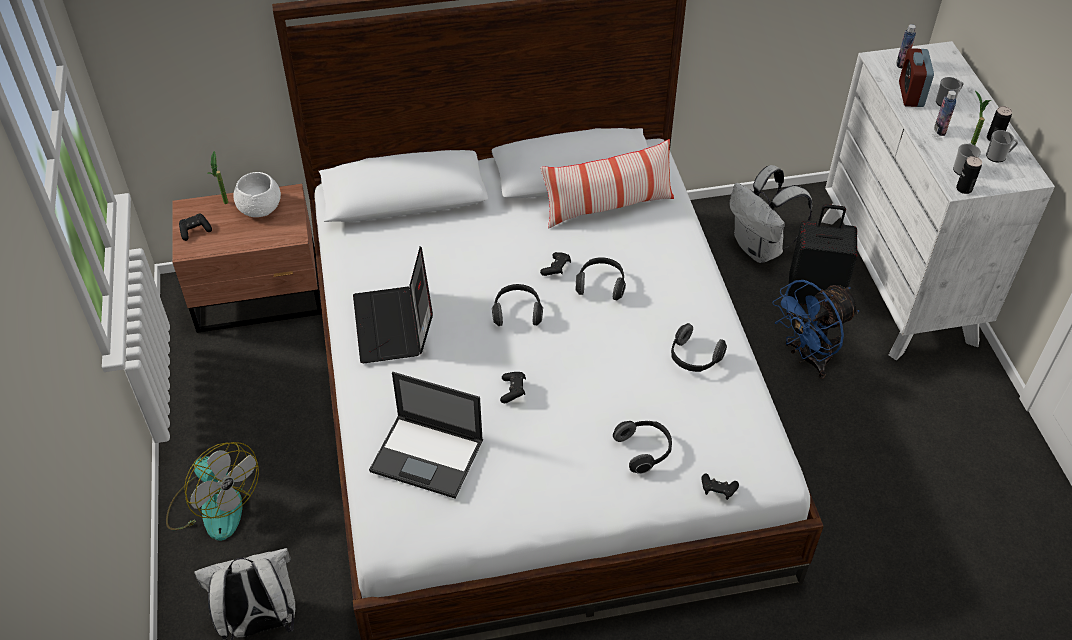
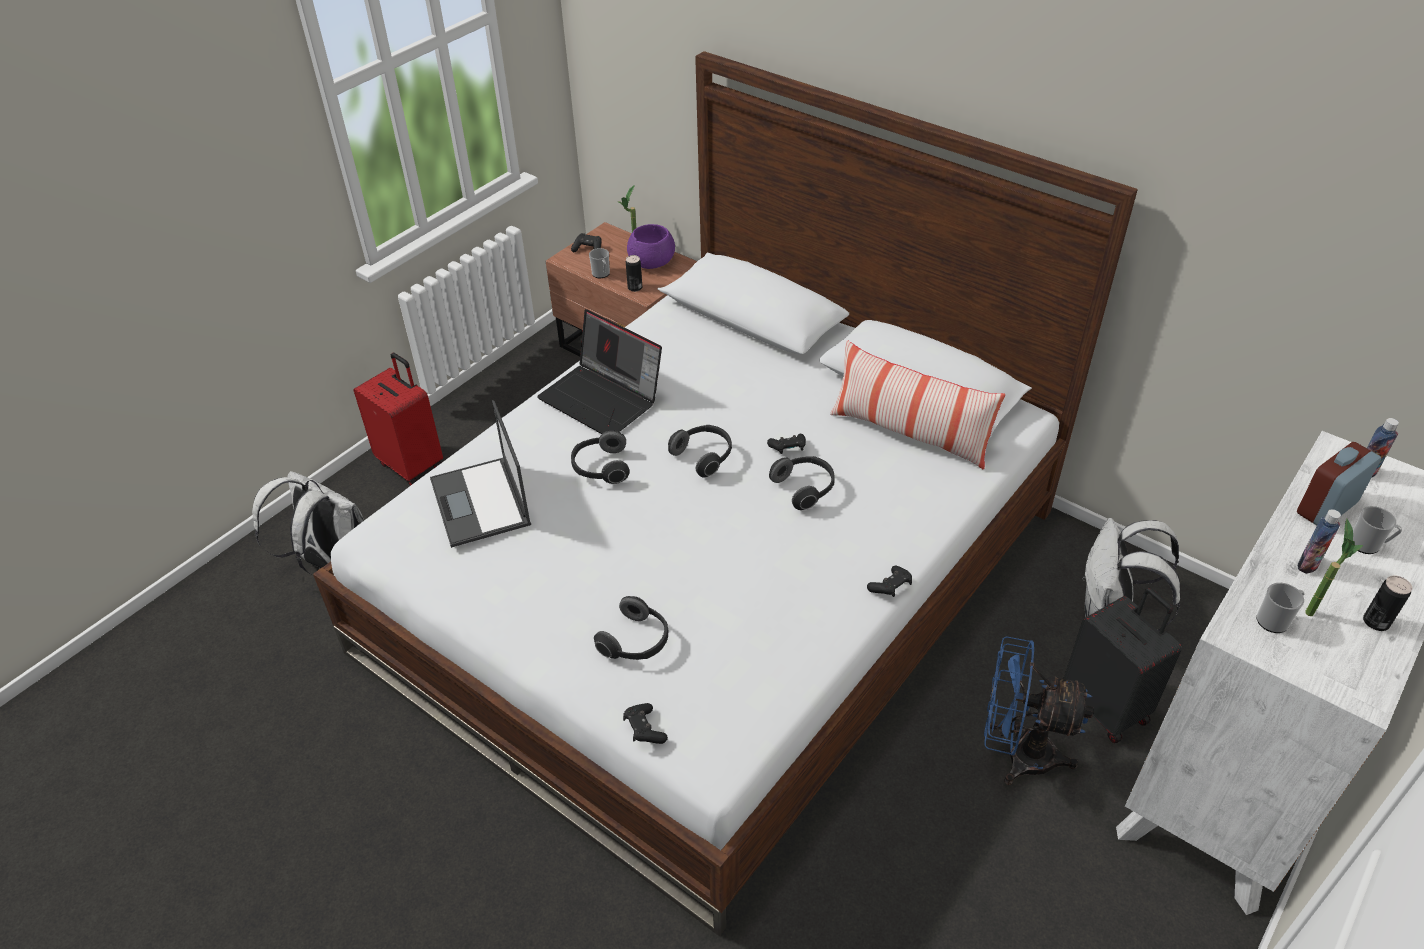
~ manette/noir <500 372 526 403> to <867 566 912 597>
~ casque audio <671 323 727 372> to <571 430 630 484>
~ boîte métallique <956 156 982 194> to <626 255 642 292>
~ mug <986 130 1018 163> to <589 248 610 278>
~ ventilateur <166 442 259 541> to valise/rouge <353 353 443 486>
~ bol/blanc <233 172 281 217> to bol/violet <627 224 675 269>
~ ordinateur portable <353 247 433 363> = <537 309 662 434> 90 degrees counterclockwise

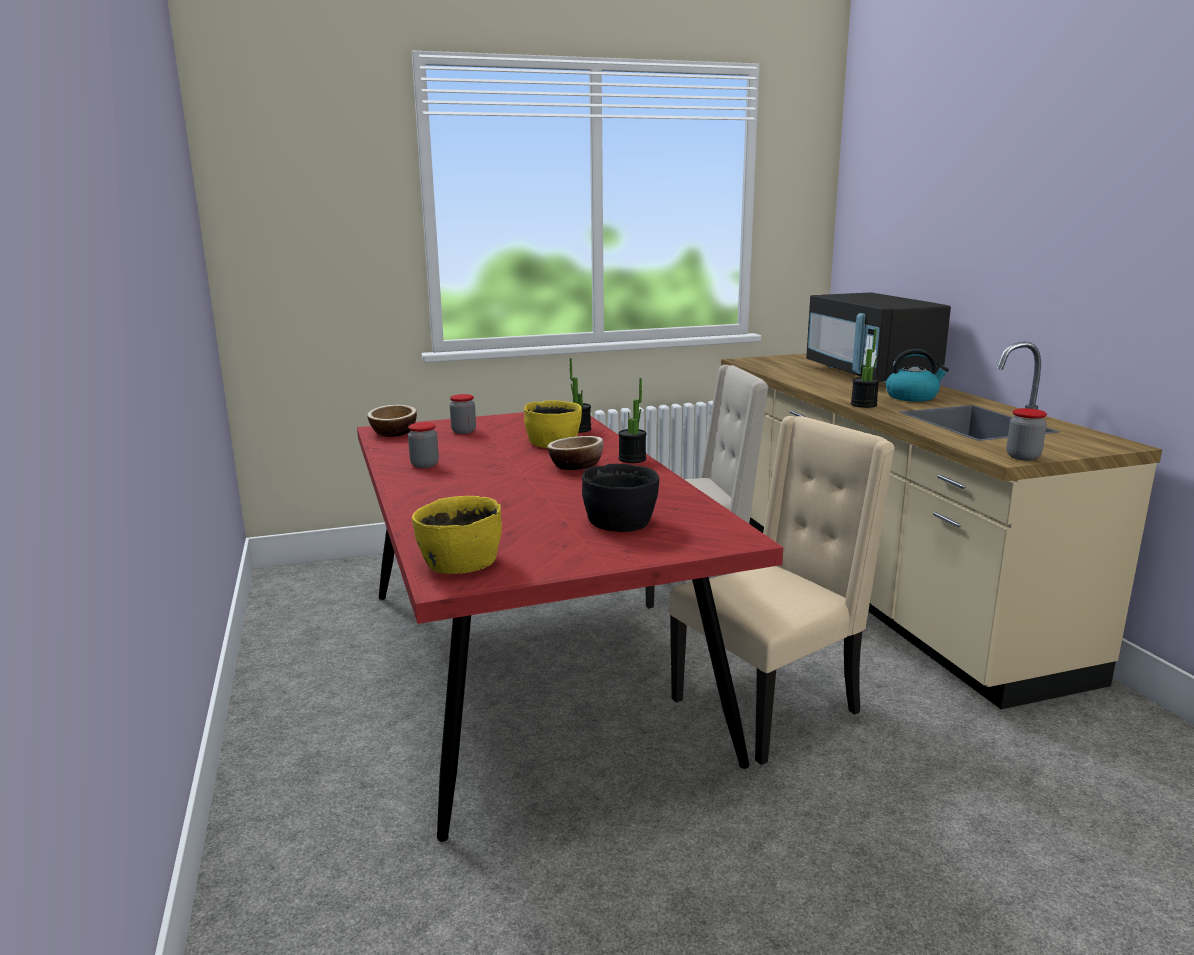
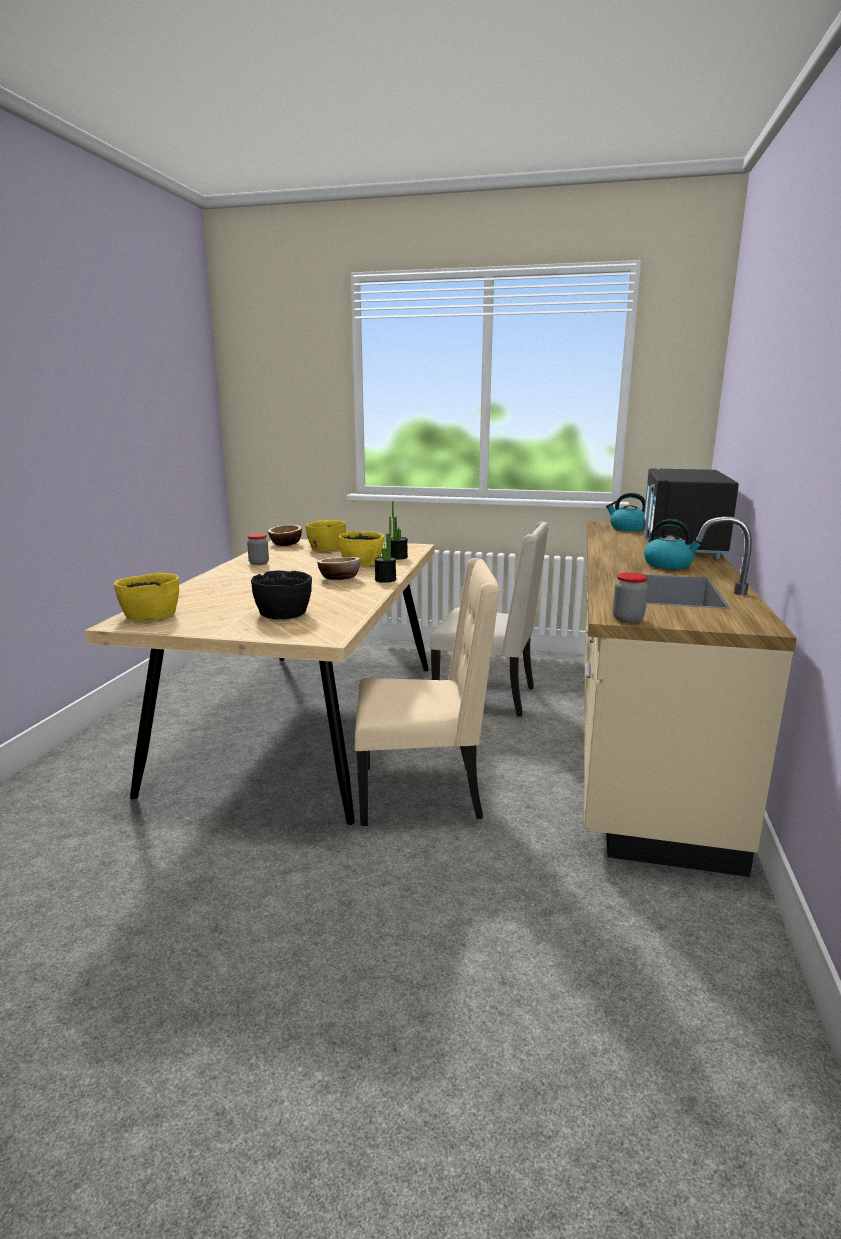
- plante en pot <851 329 879 408>
+ bouilloire <606 493 645 531>
~ bocal <450 394 476 434> to bol/jaune <305 520 346 551>
~ table à manger/rouge <357 412 783 842> to table à manger/beige <84 539 435 825>

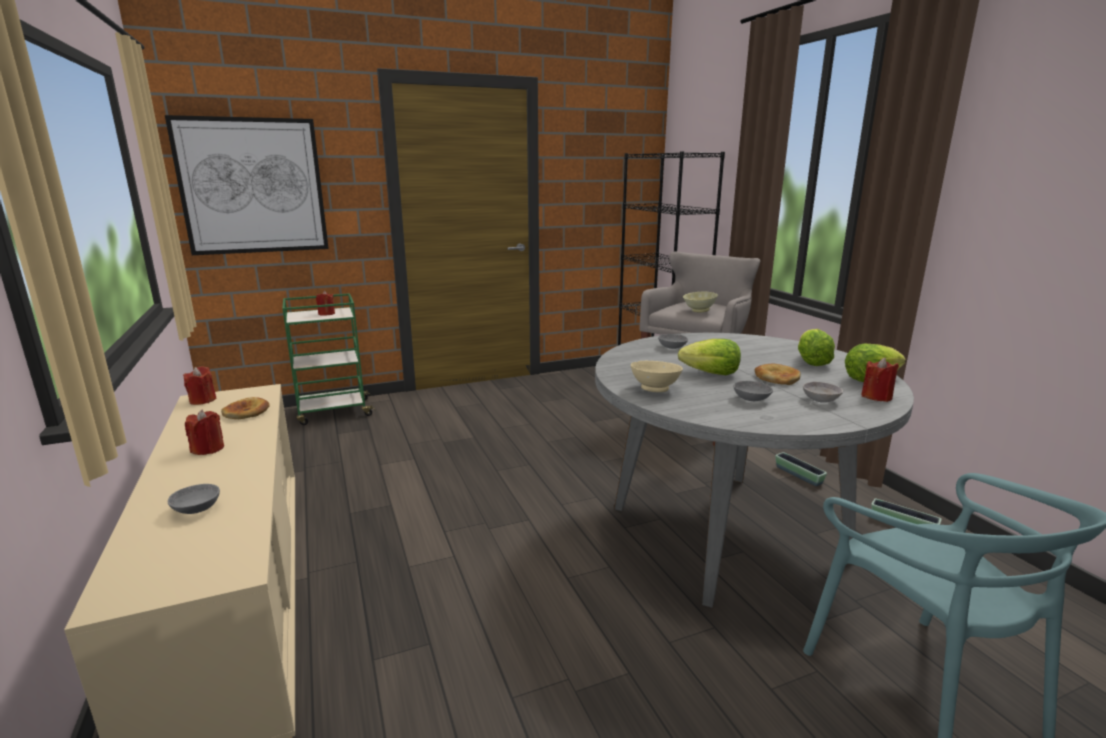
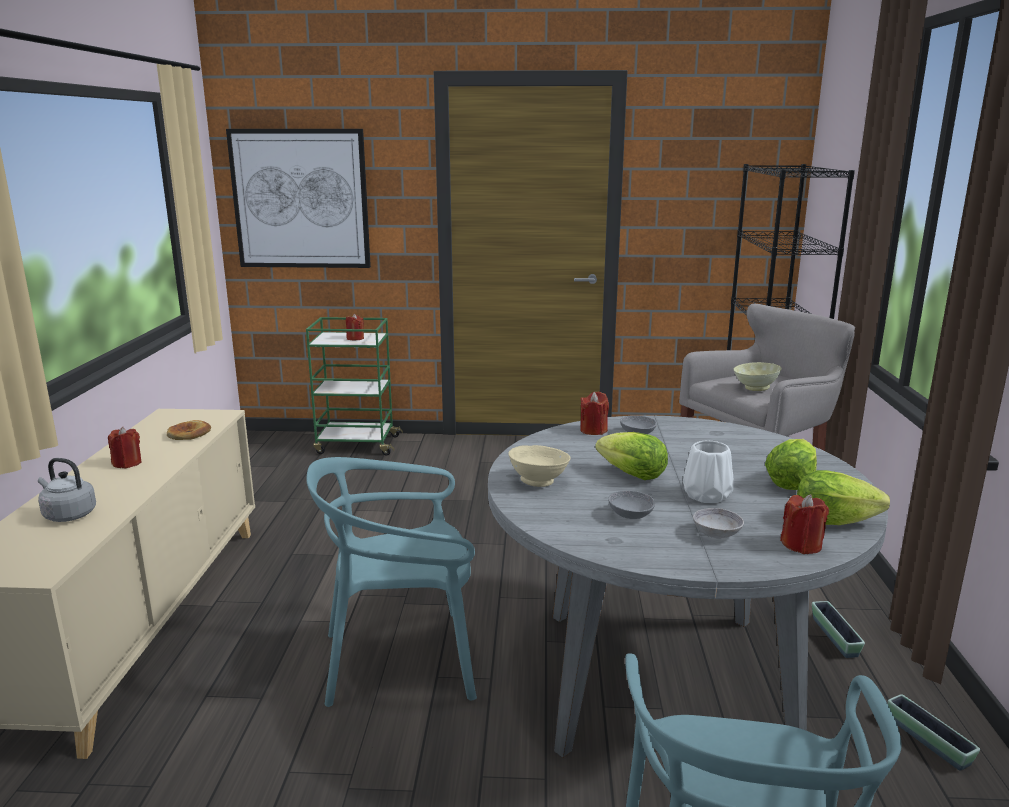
+ chaise/turquoise <306 457 477 707>
~ bougie/rouge <183 366 216 405> to <580 392 609 435>
~ bol/gris <167 484 220 514> to bouilloire/gris <38 458 96 522>
~ pain <754 364 801 385> to vase/blanc <683 441 733 503>

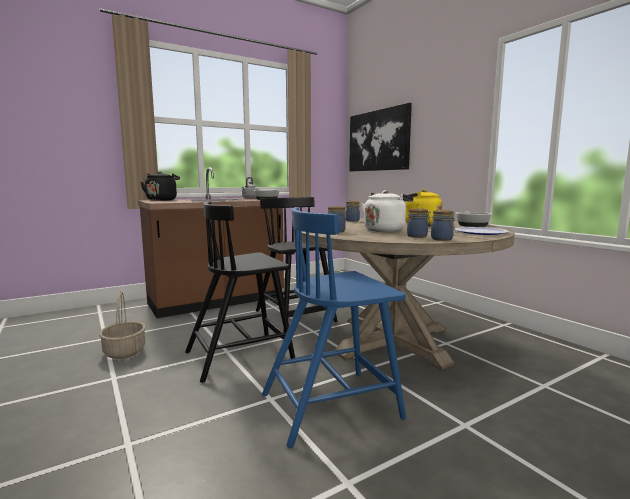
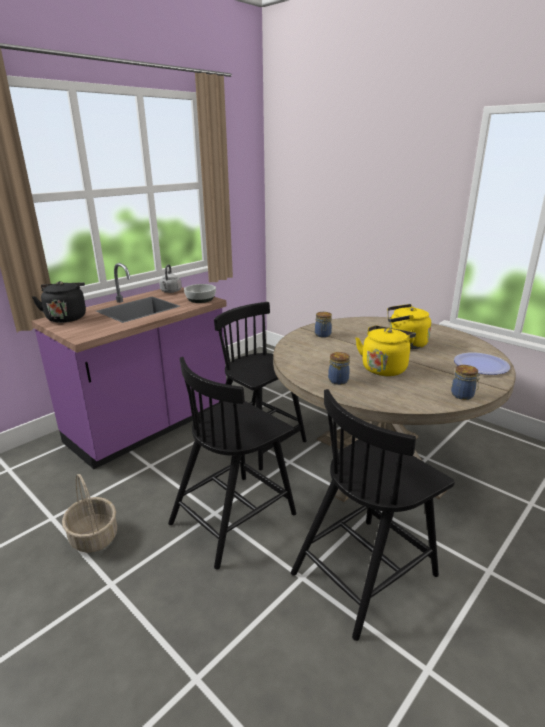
- tableau <349 103 412 171>
- bocal <407 208 431 238>
- bol <456 212 492 227>
~ comptoir de cuisine/marron <138 167 284 318> to comptoir de cuisine/violet <31 263 227 469>
~ chaise/bleu <262 207 406 448> to chaise/noir <291 389 455 641>
~ bouilloire/blanc <361 190 414 232> to bouilloire/jaune <355 326 416 376>

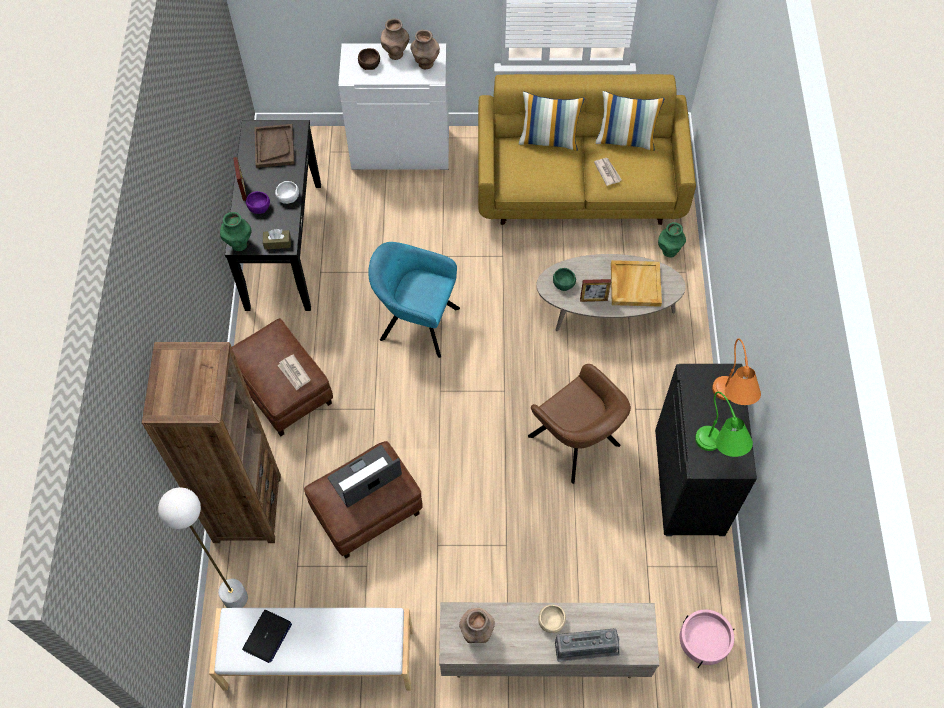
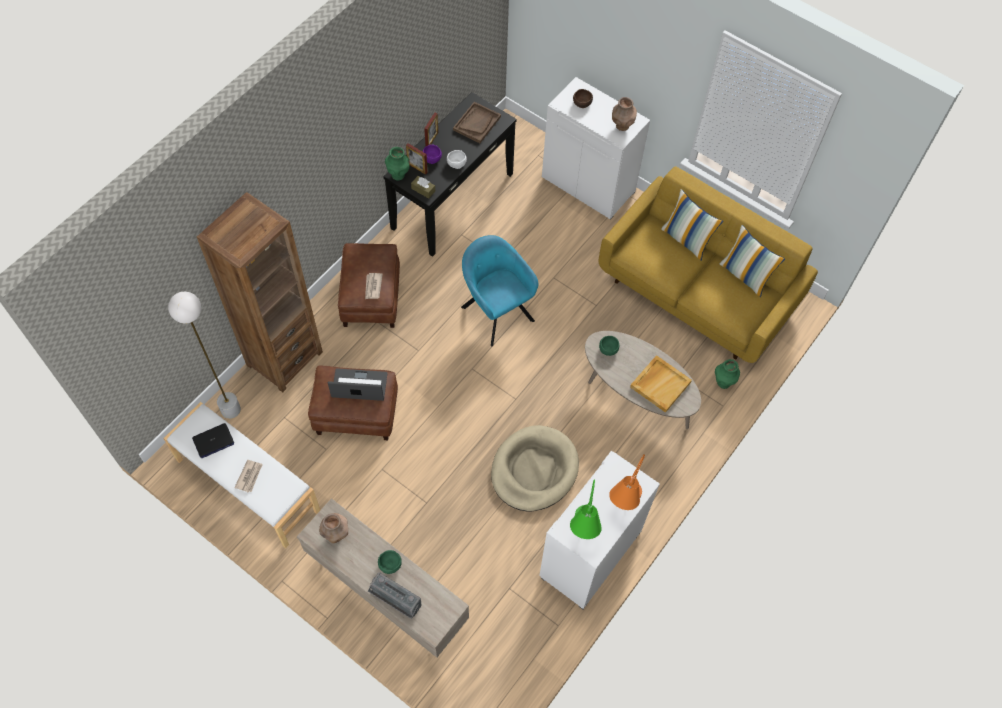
- vase/marron <381 18 409 60>
- cache-pot/rose <680 609 734 668>
~ cadre photo <580 279 611 302> to <406 143 428 175>
~ journal <594 158 622 186> to <234 460 263 492>
~ fauteuil/marron <528 364 631 484> to panier pour chien/beige <491 425 579 511>
~ bol/beige <538 605 566 633> to bol/vert <378 550 402 574>
~ meuble de rangement/noir <655 364 757 536> to meuble de rangement/blanc <539 451 660 609>

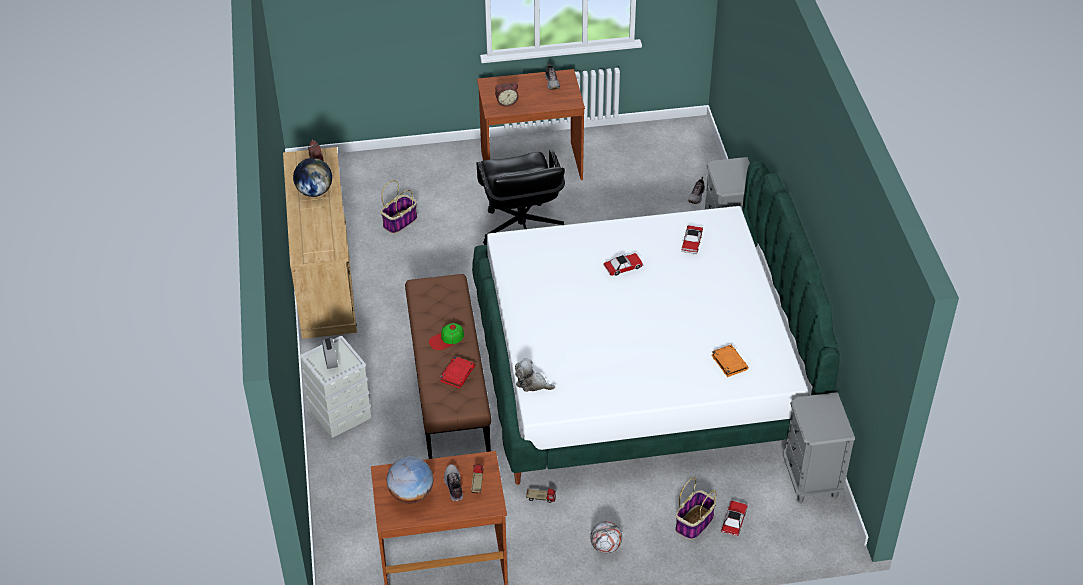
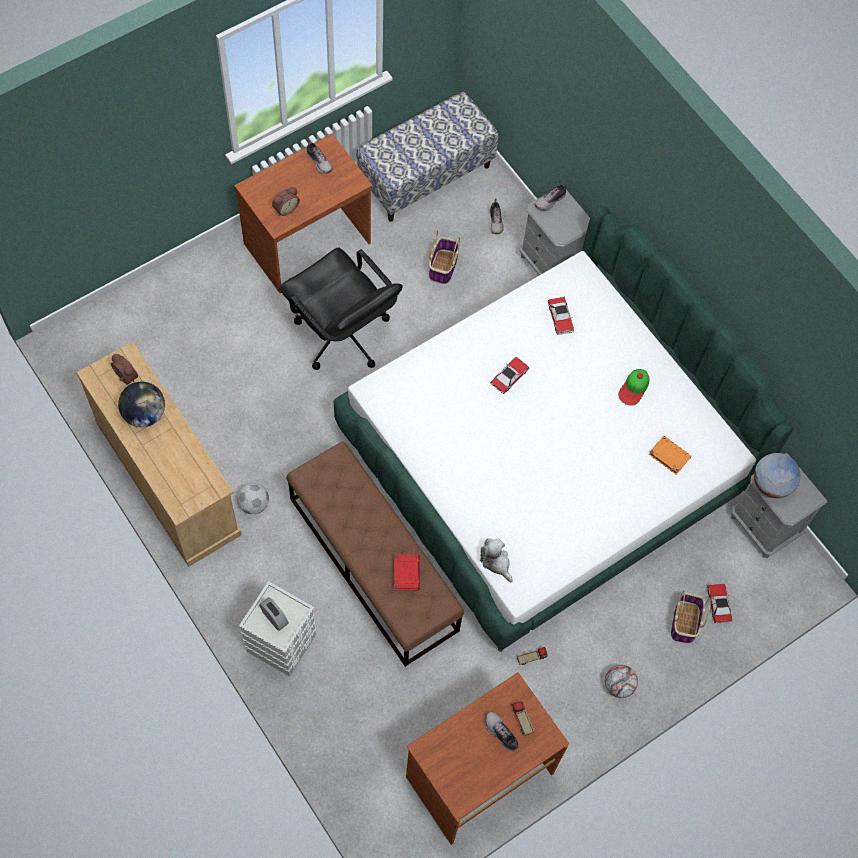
+ ballon de foot <237 483 269 514>
+ banc <356 92 498 222>
+ chaussure <534 182 568 211>
~ panier <381 180 417 234> to <429 230 460 284>
~ globe <387 456 433 503> to <754 453 800 498>
~ casquette <429 323 464 351> to <618 369 650 406>
~ peluche <515 358 555 392> = <480 538 513 582> 60 degrees clockwise

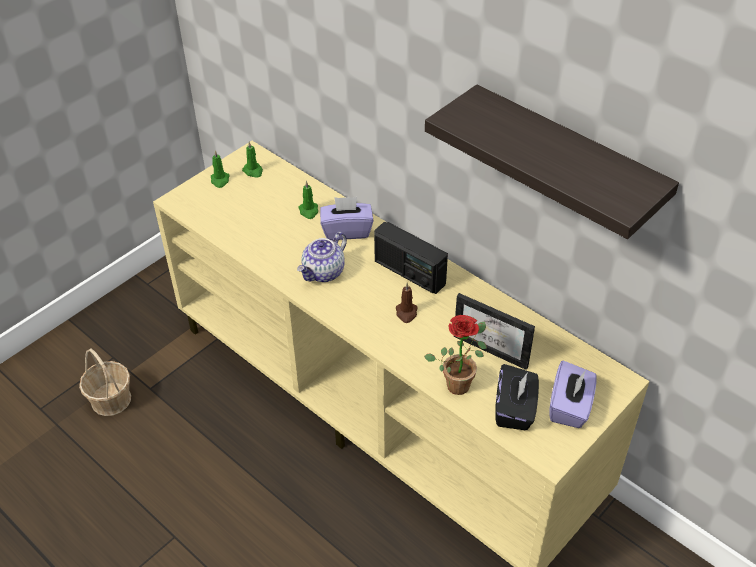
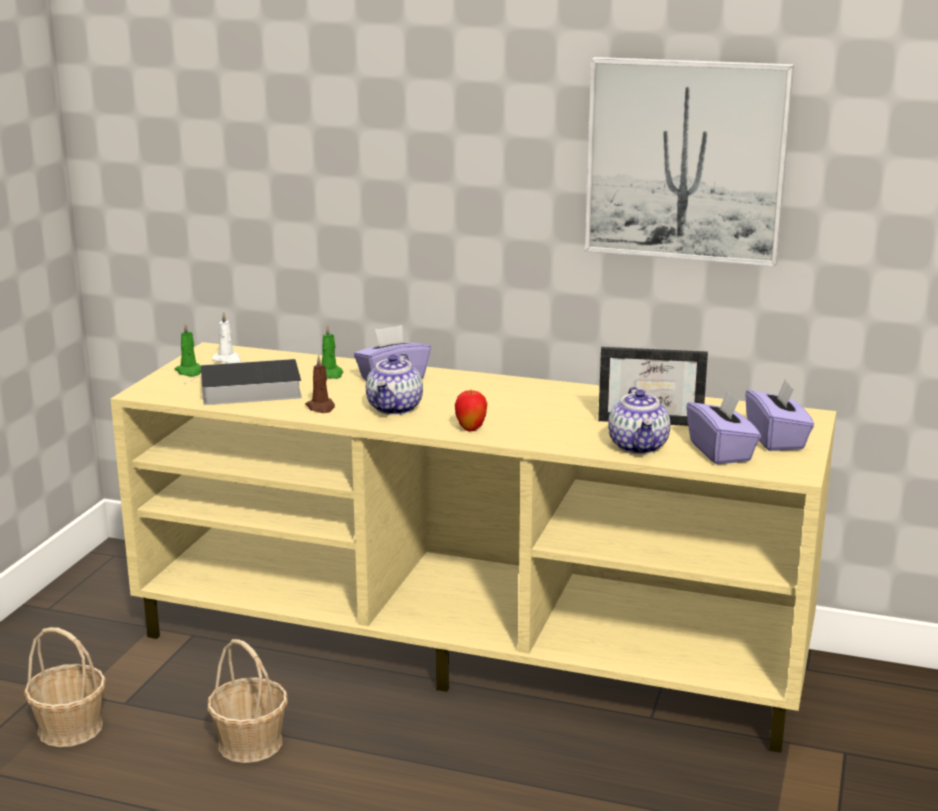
- radio <374 222 448 294>
+ livre <184 359 302 405>
+ panier <207 639 288 763>
+ pomme <455 390 487 431>
~ bougie/marron <396 283 418 323> to <305 354 335 413>
~ plante en pot <424 315 487 395> to théière <608 387 670 454>
~ étagère <425 85 679 239> to tableau <585 57 794 267>
~ bougie/vert <242 142 263 178> to bougie/blanc <212 311 242 363>
~ boîte à mouchoirs/noir <496 364 539 430> to boîte à mouchoirs/violet <686 389 761 464>

